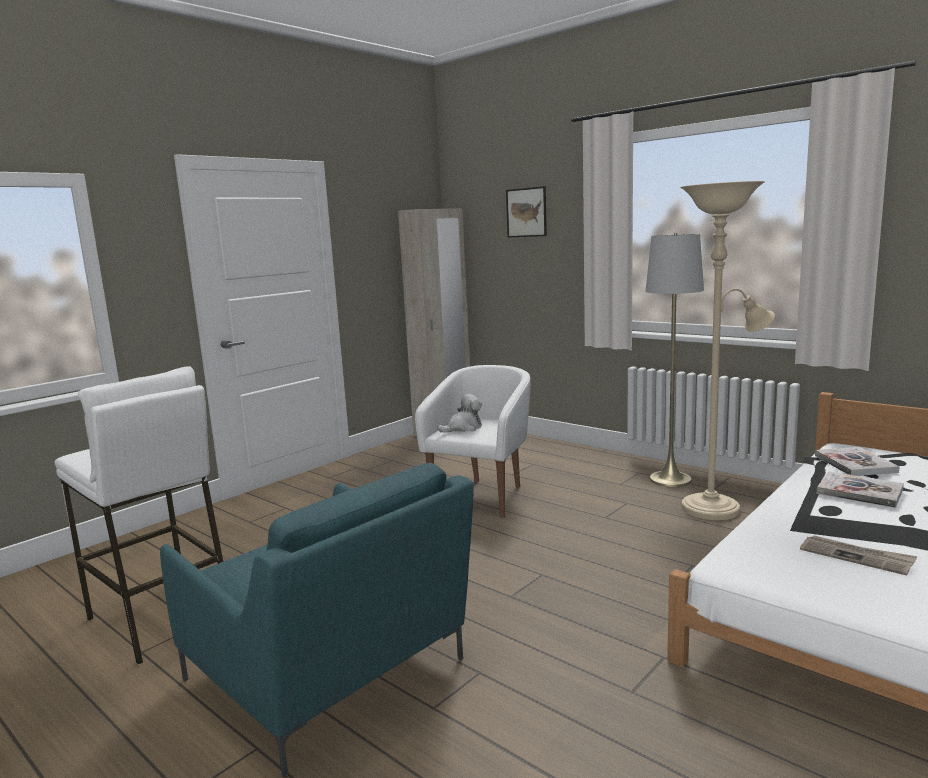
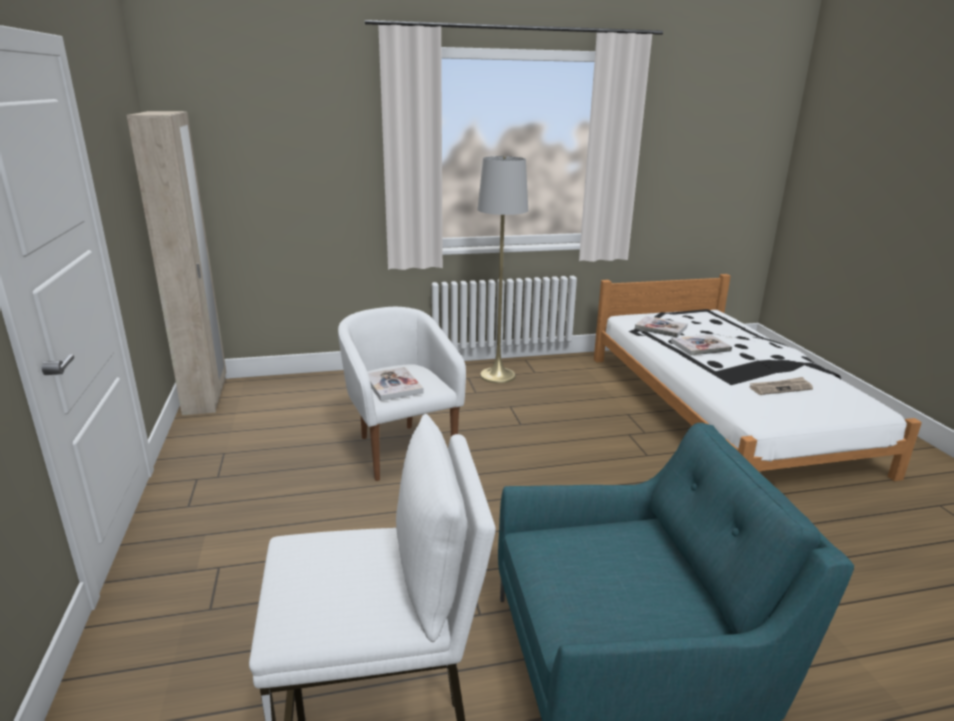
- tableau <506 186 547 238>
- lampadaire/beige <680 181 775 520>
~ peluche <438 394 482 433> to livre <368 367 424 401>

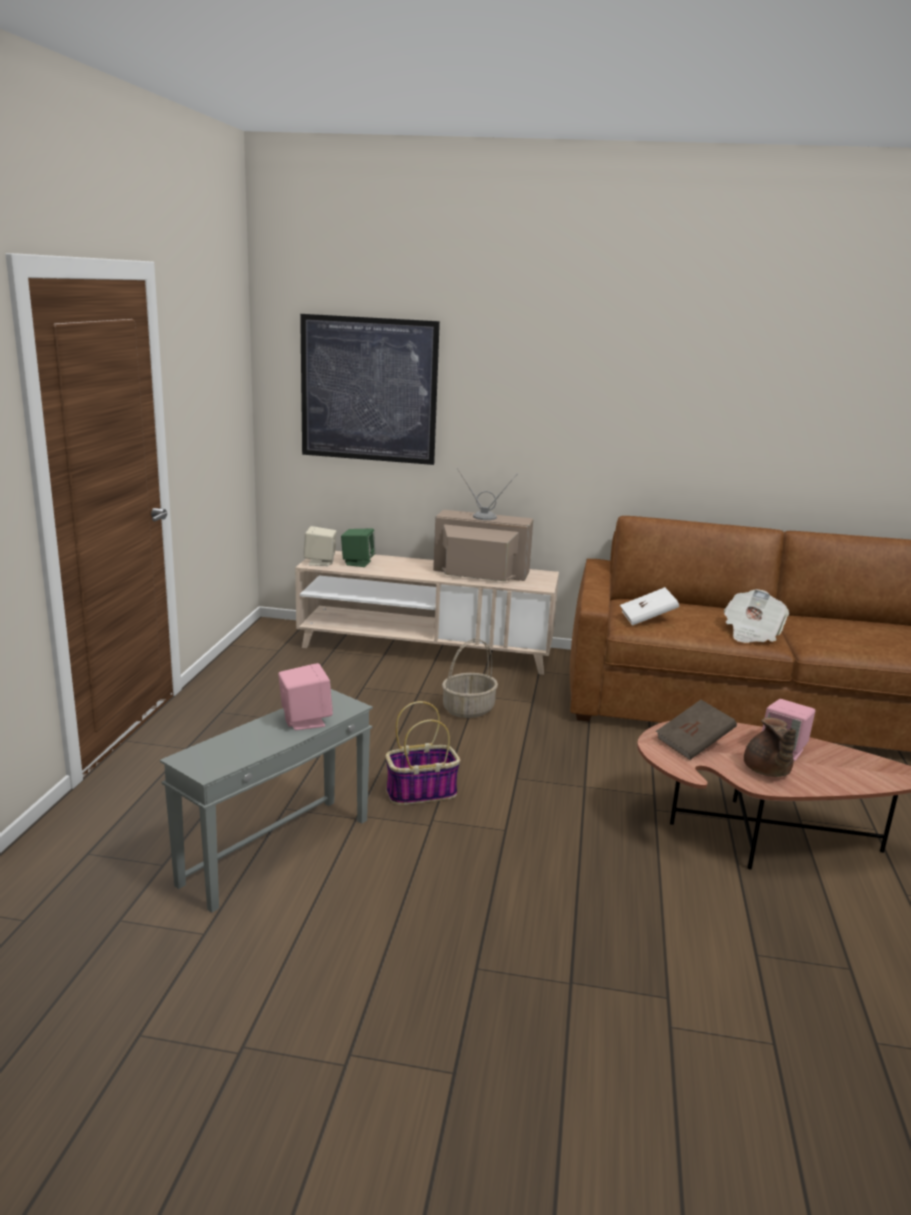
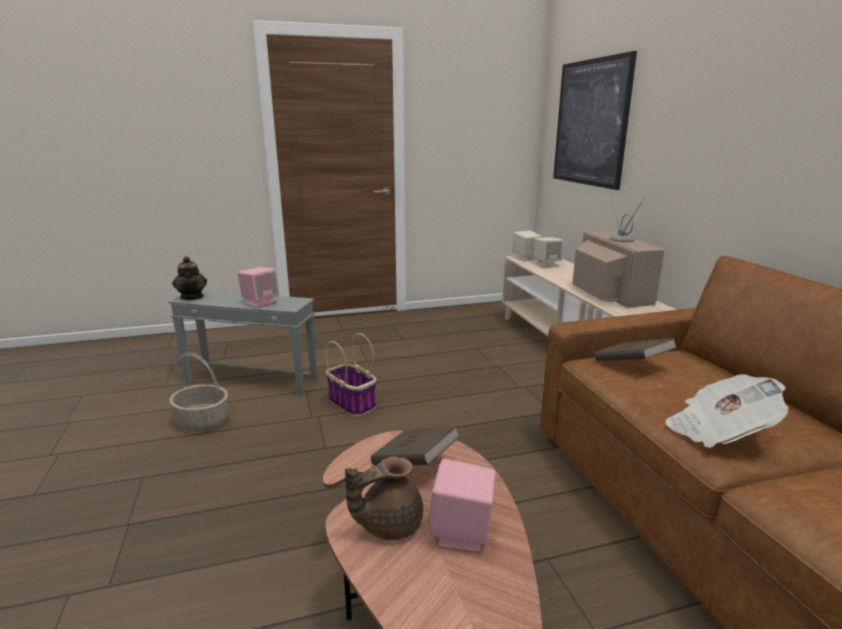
+ théière <172 256 207 300>
~ panier <442 639 498 718> to <169 352 229 431>
~ enceinte/vert <341 529 376 567> to enceinte/beige <534 237 563 267>
~ livre/blanc <620 587 679 626> to livre/marron <594 338 677 361>

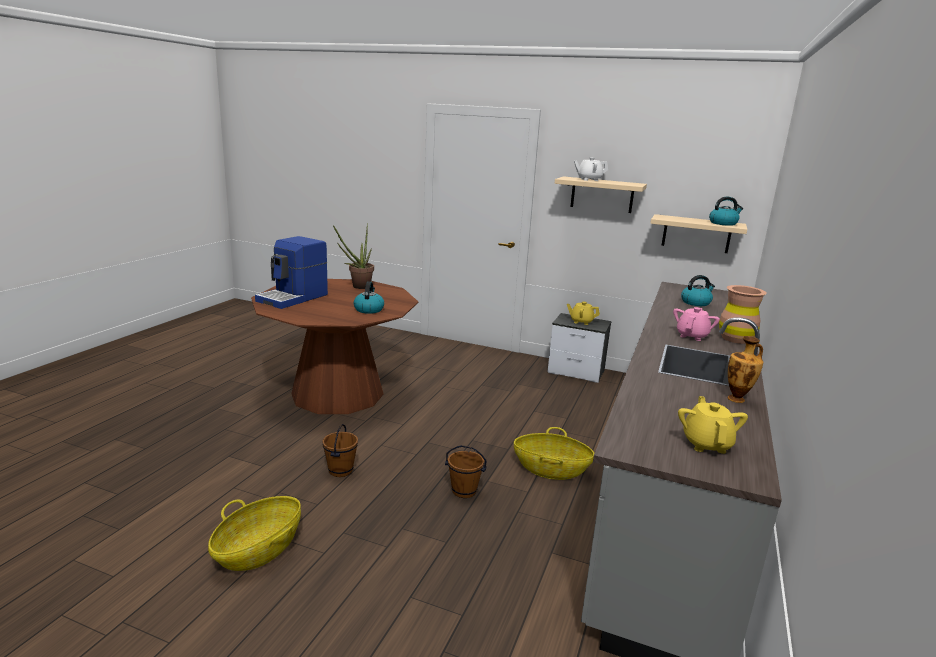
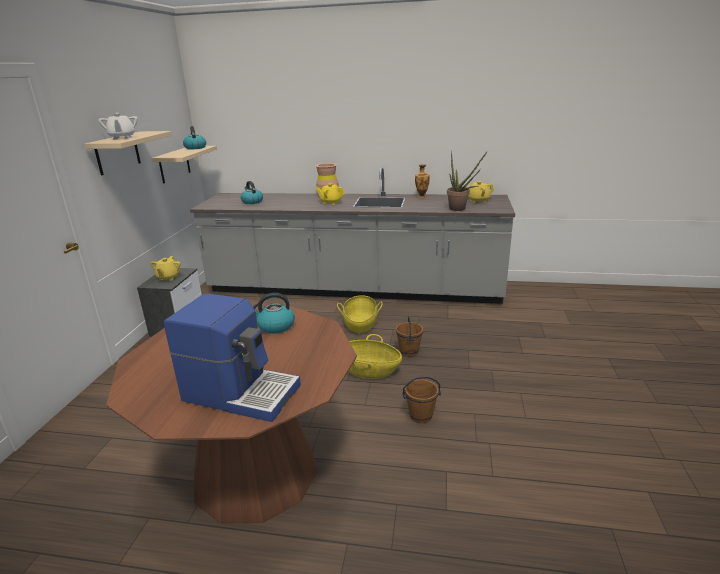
~ panier <208 496 301 571> to <348 334 402 379>
~ plante en pot <333 223 374 289> to <447 151 487 211>
~ théière/rose <673 307 720 341> to théière/jaune <316 184 345 205>

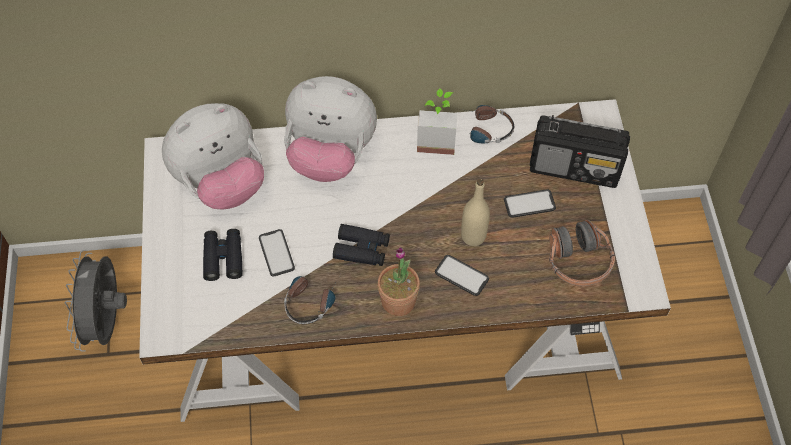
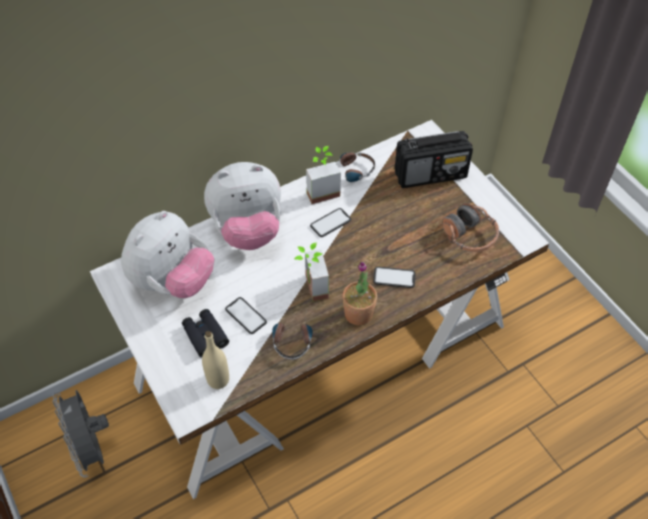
~ bouteille/beige <461 179 490 246> to <202 331 229 389>
~ téléphone <504 189 556 218> to <310 208 351 237>
~ jumelles/noir <333 224 390 266> to plante en pot <294 243 329 301>

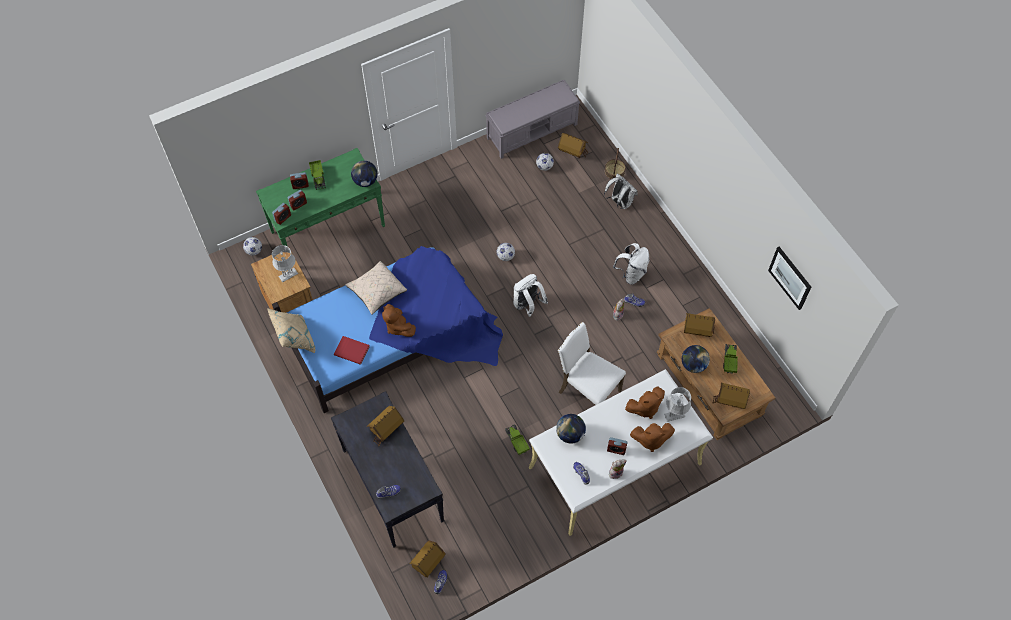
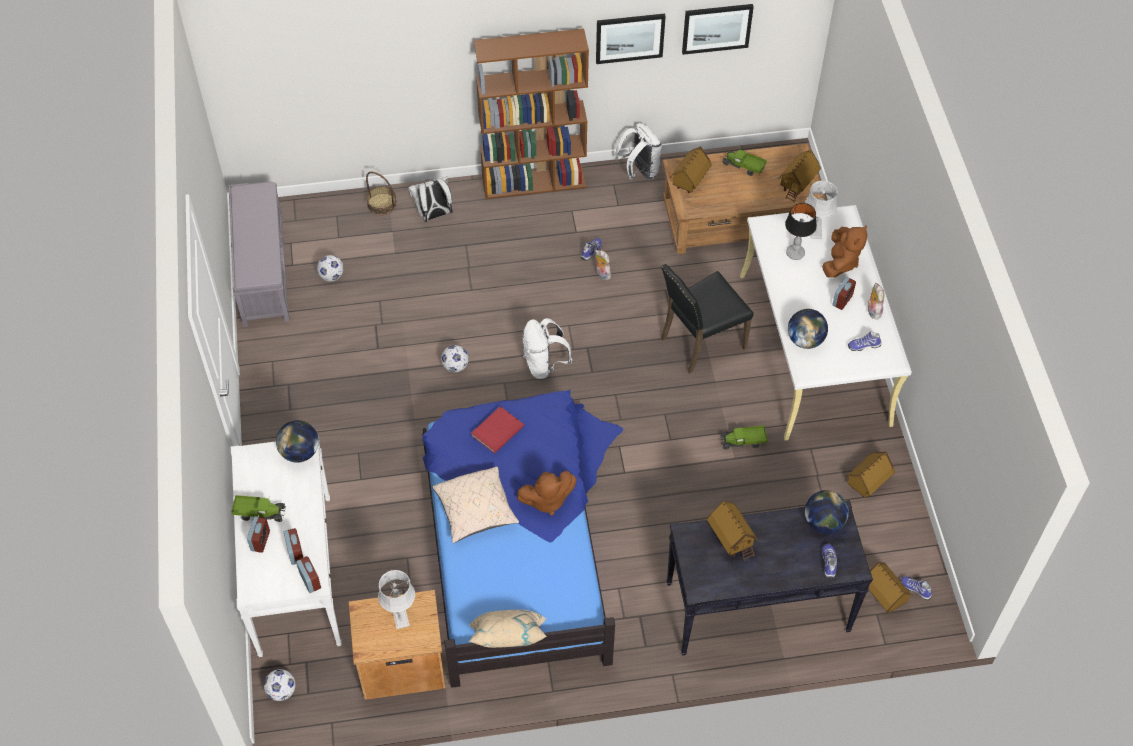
+ bibliothèque/marron <474 28 589 199>
+ tableau <596 14 666 64>
~ livre/rouge <334 336 370 365> to <471 406 524 454>
~ maison miniature <558 133 588 158> to <846 452 895 498>
~ sac à dos/blanc <613 243 649 285> to <614 123 662 180>
~ globe <682 345 710 373> to <805 490 849 534>
~ peluche/marron <625 387 665 419> to lampe de table <785 203 817 260>
~ table console/vert <256 148 385 247> to table console/blanc <231 436 341 657>
~ chaise/blanc <558 322 626 405> to chaise/noir <661 264 753 374>

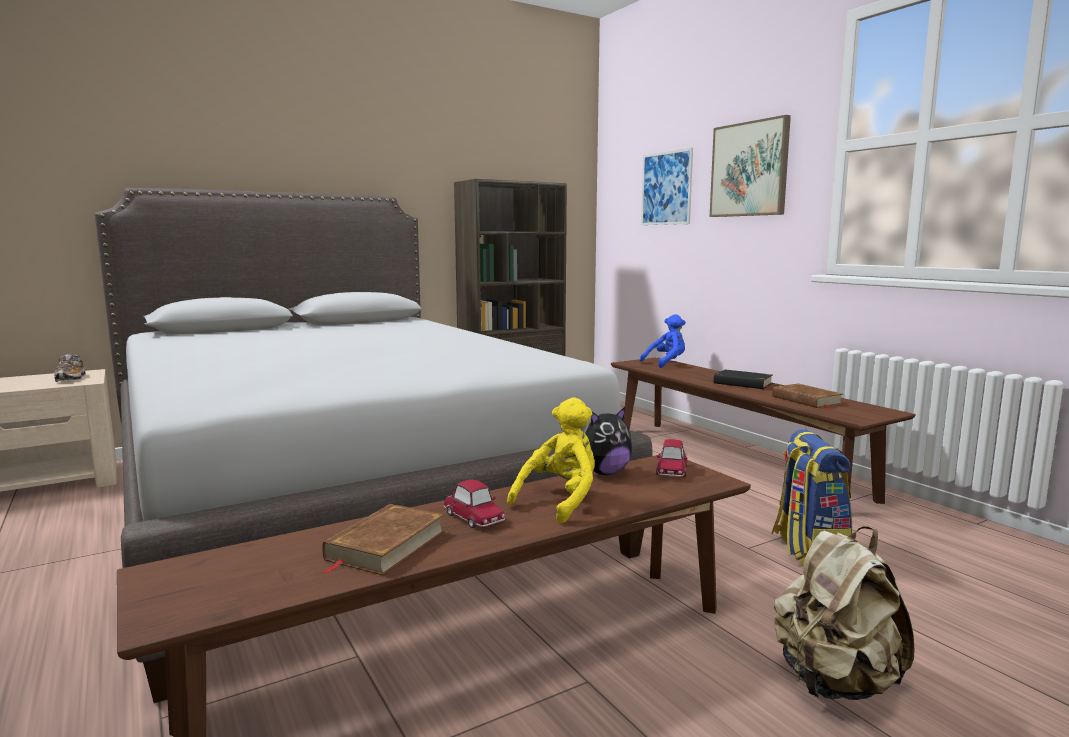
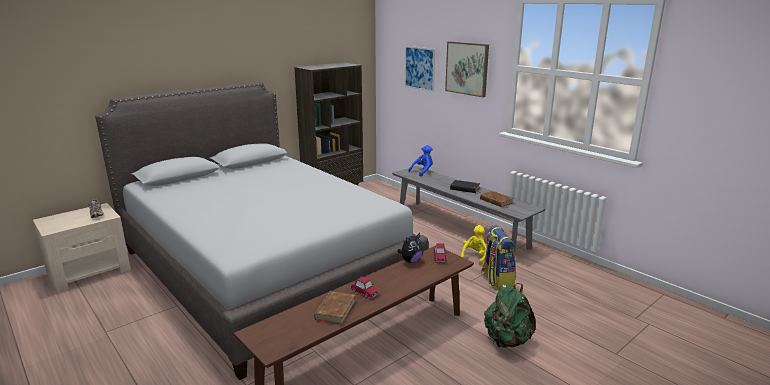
~ peluche/jaune <507 398 595 523> to <461 225 487 265>
~ banc/marron <611 357 916 504> to banc/gris <392 166 546 255>
~ sac à dos/beige <774 526 914 700> to sac à dos/vert <484 283 536 348>

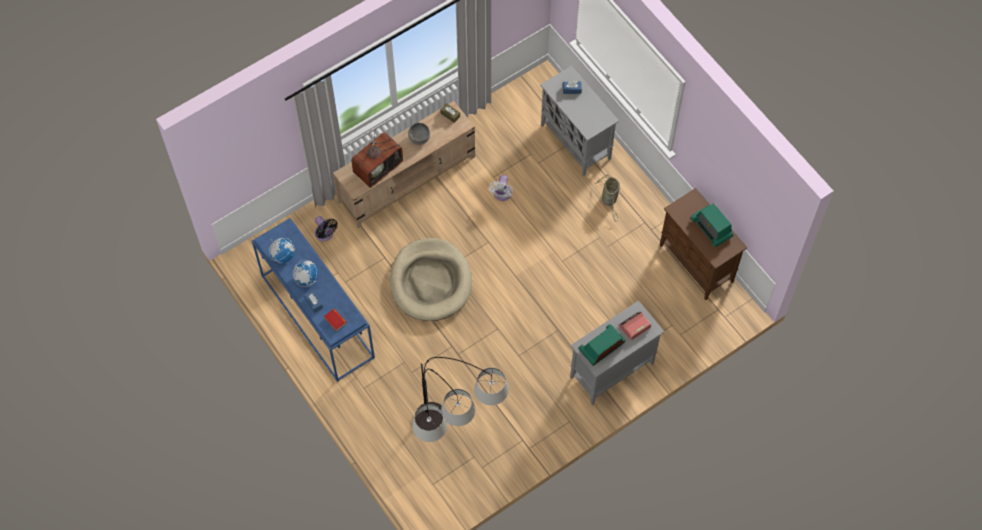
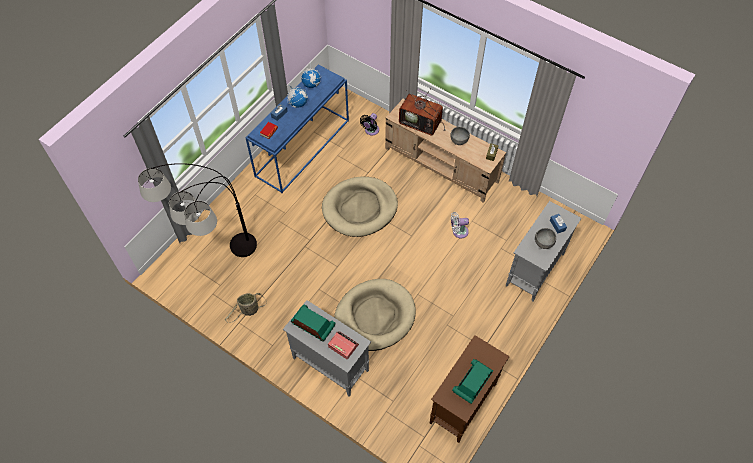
+ panier pour chien/beige <334 279 416 351>
+ bol/gris <535 228 556 249>
~ panier <595 174 620 222> to <225 293 267 323>

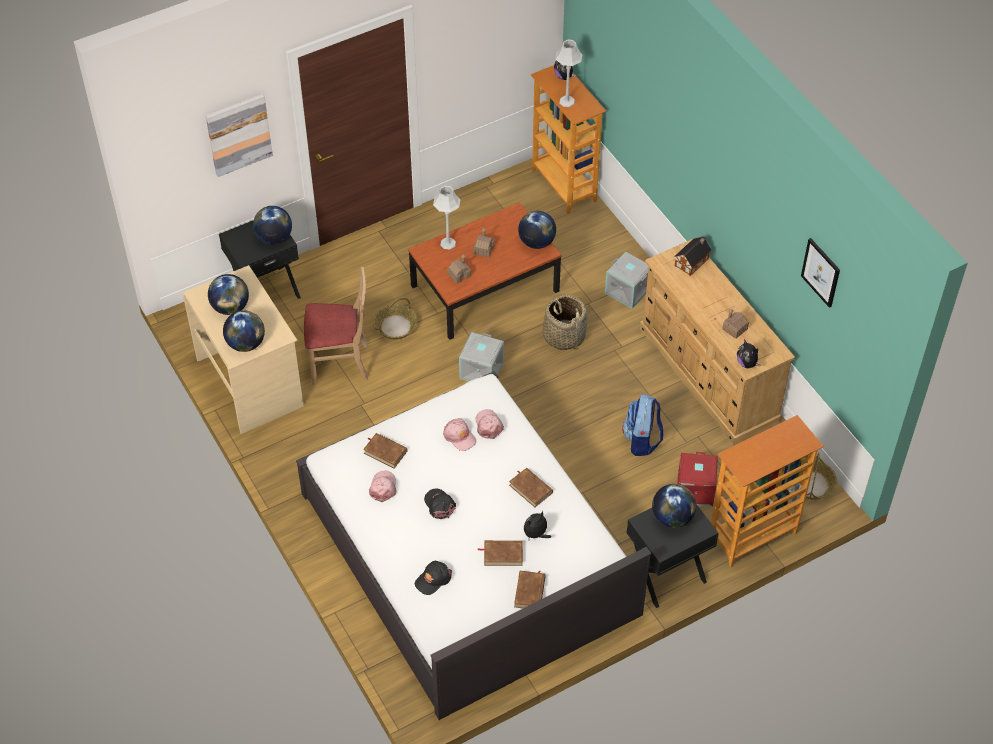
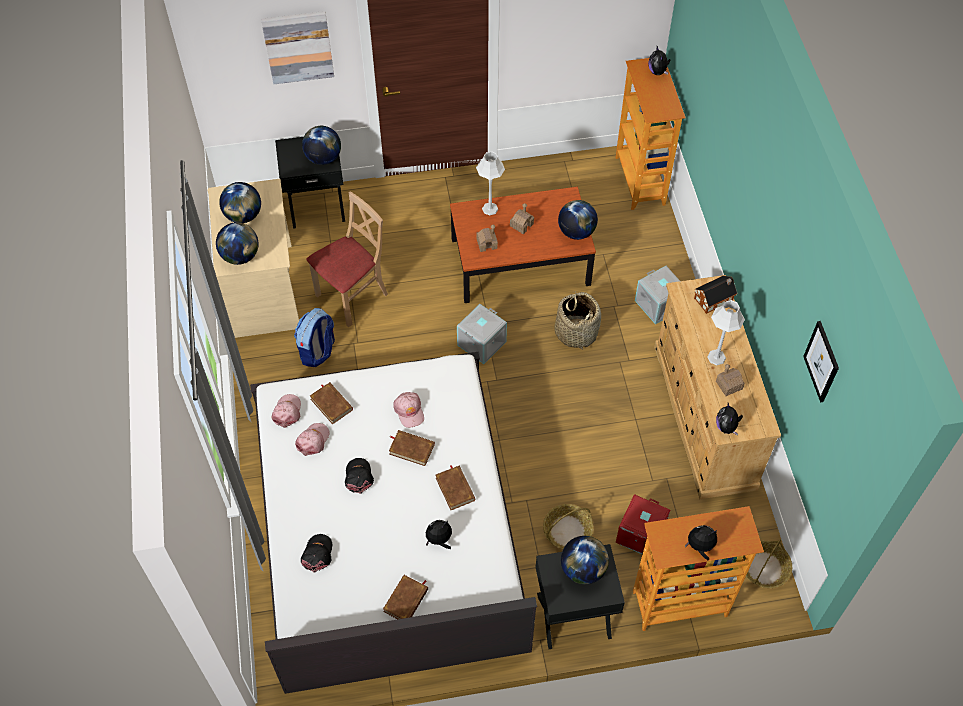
+ peluche <685 525 717 560>
~ panier <373 298 417 340> to <543 504 593 549>
~ casquette/rose <476 409 504 439> to <272 394 301 428>
~ livre/marron <478 540 523 566> to <389 430 435 466>
~ lampe de table/gris <556 40 583 107> to <707 300 745 365>
~ sac à dos <622 394 663 456> to <294 308 335 367>
~ chaise/beige <304 267 368 385> = <306 191 388 327> 60 degrees counterclockwise
~ casquette/noir <415 561 452 595> = <301 534 332 573> 120 degrees clockwise

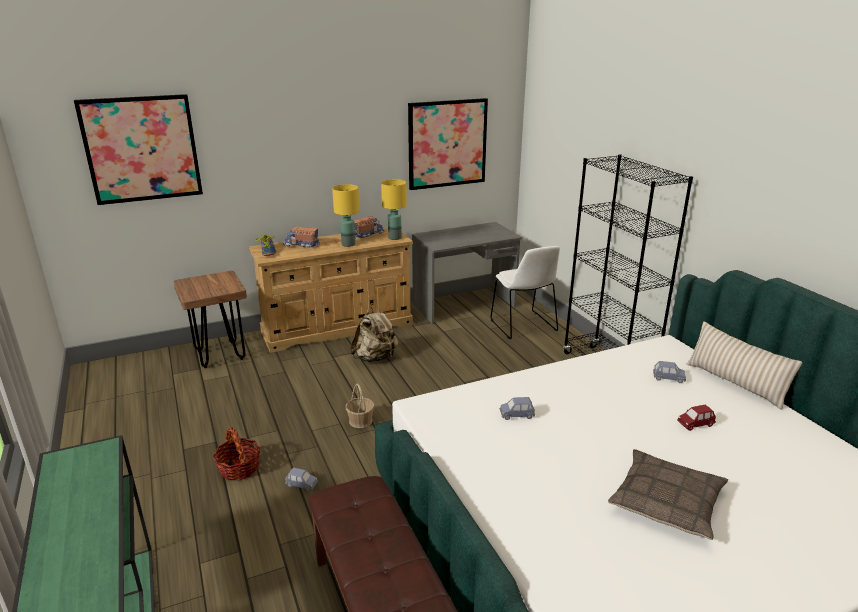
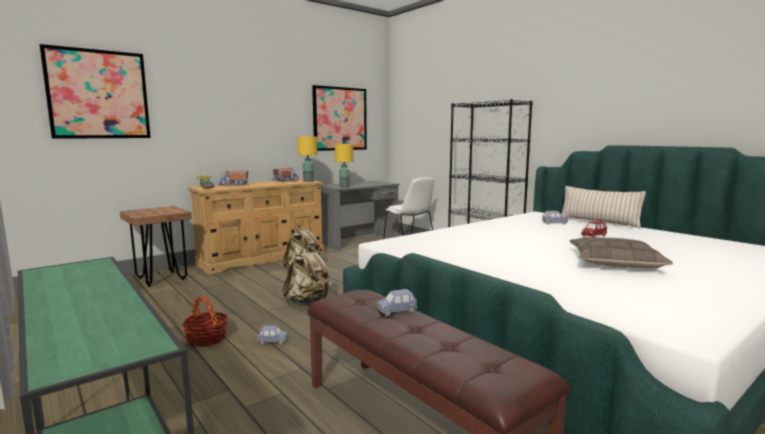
~ lampe de table/jaune <332 184 359 247> to <335 144 353 187>
~ petite voiture/bleu <499 397 535 420> to <376 289 418 316>
~ panier <345 383 375 428> to sac à dos/beige <282 246 332 303>

